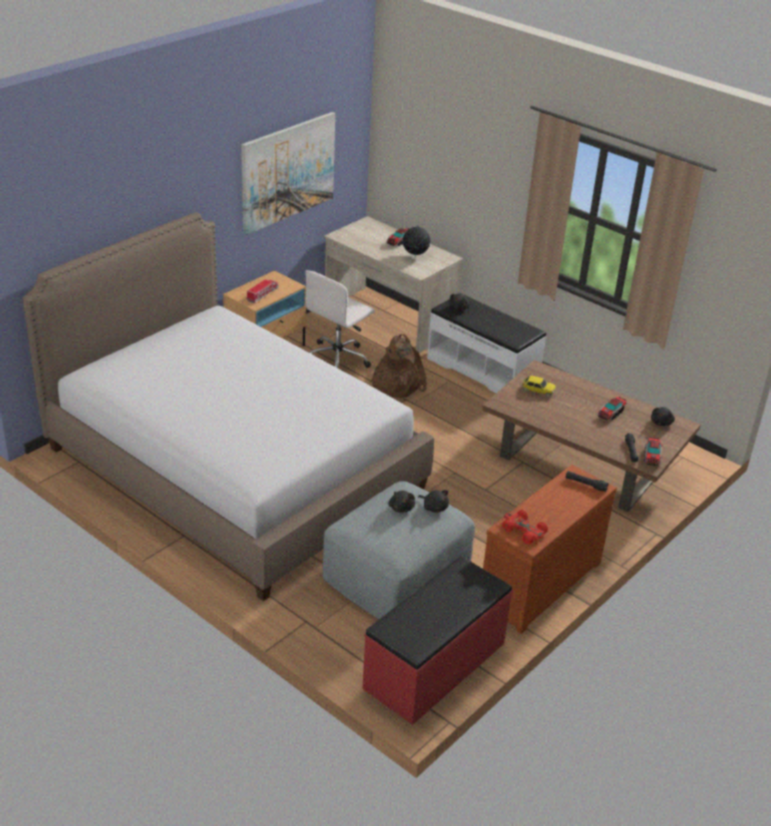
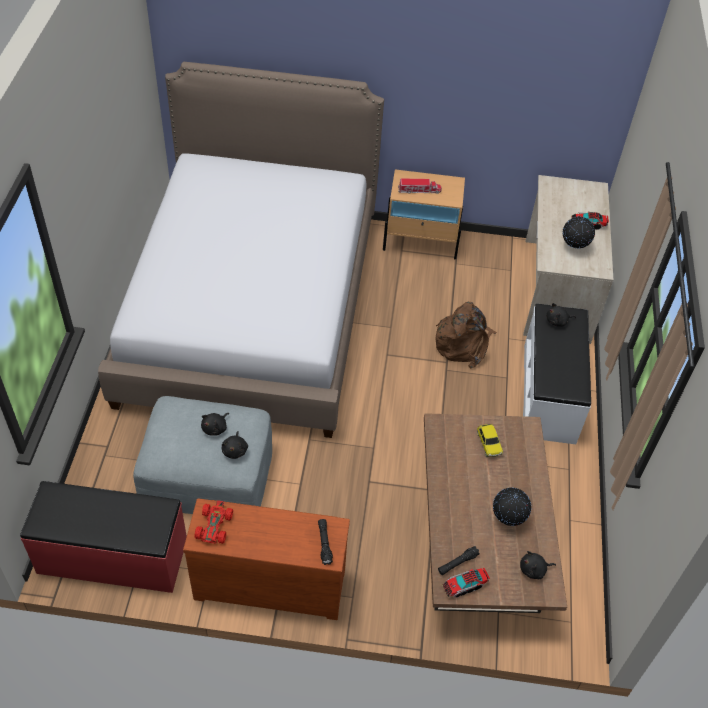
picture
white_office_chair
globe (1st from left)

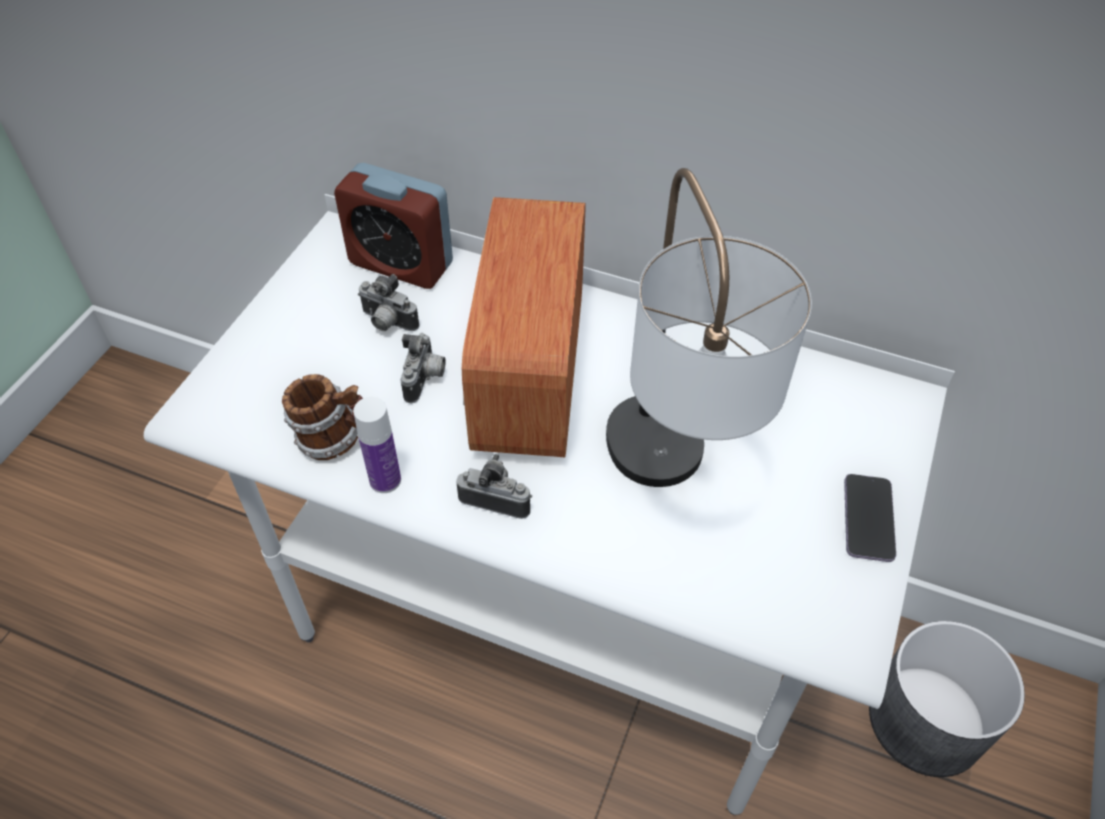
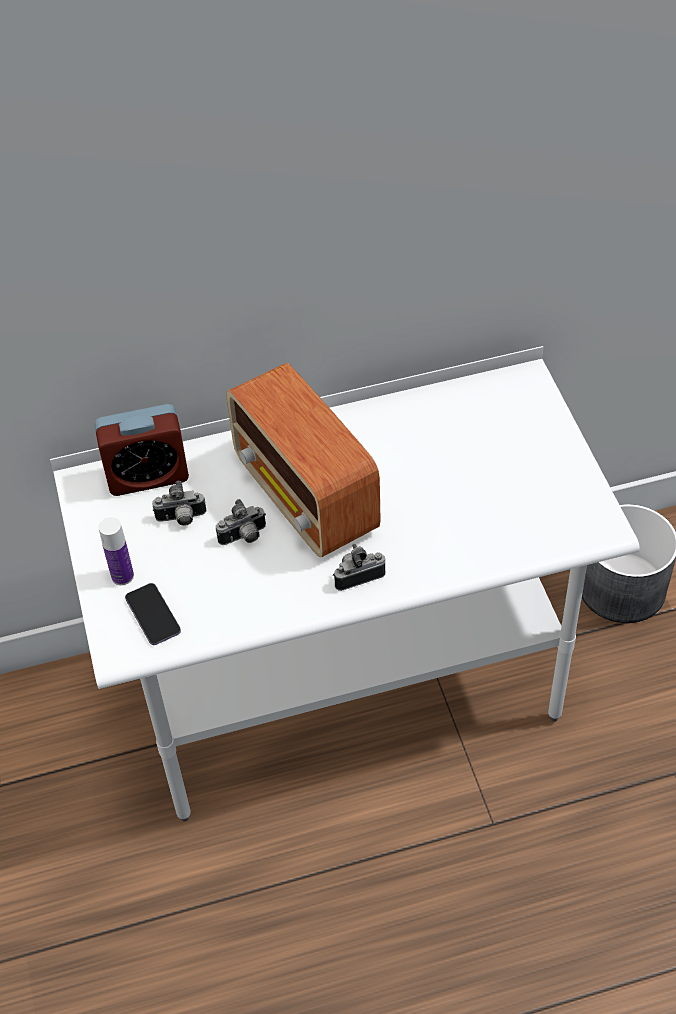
mug
table_lamp
bottle
phone
photo_camera (2nd from left)

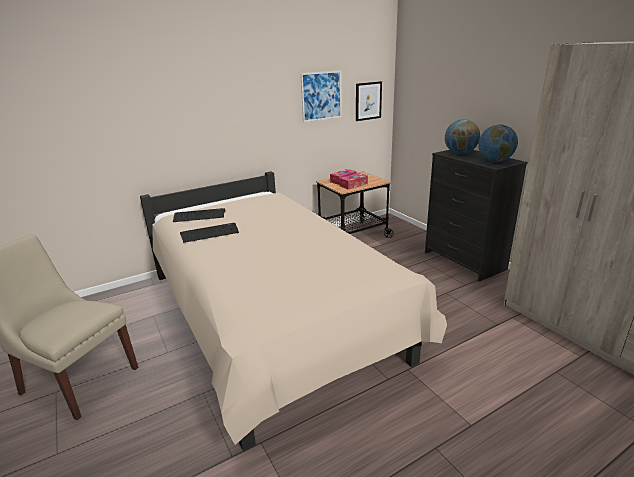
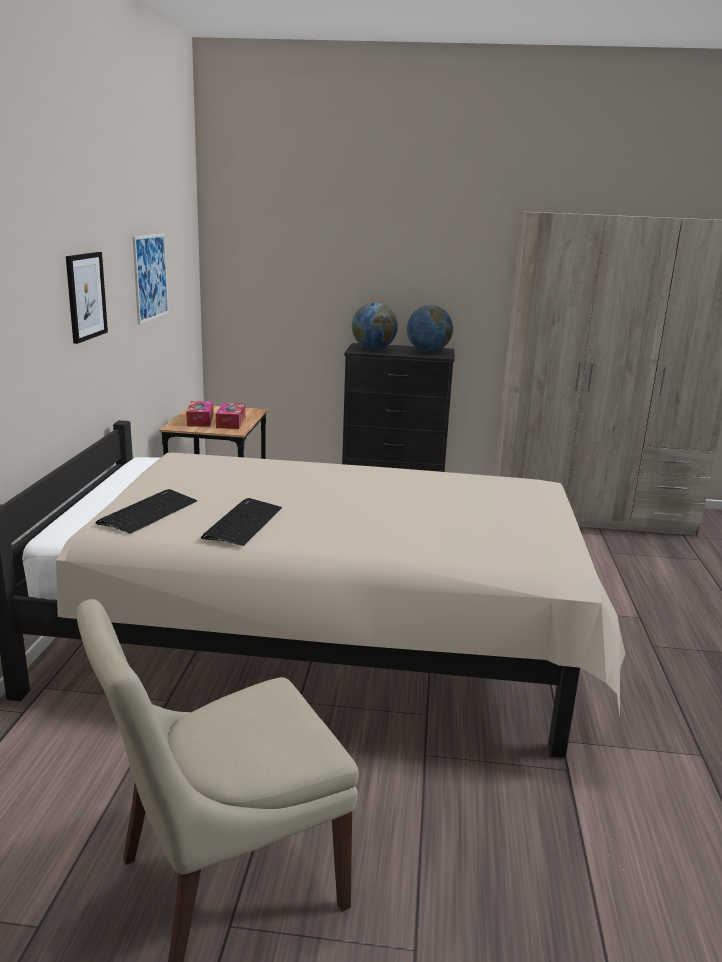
picture (1st from left)

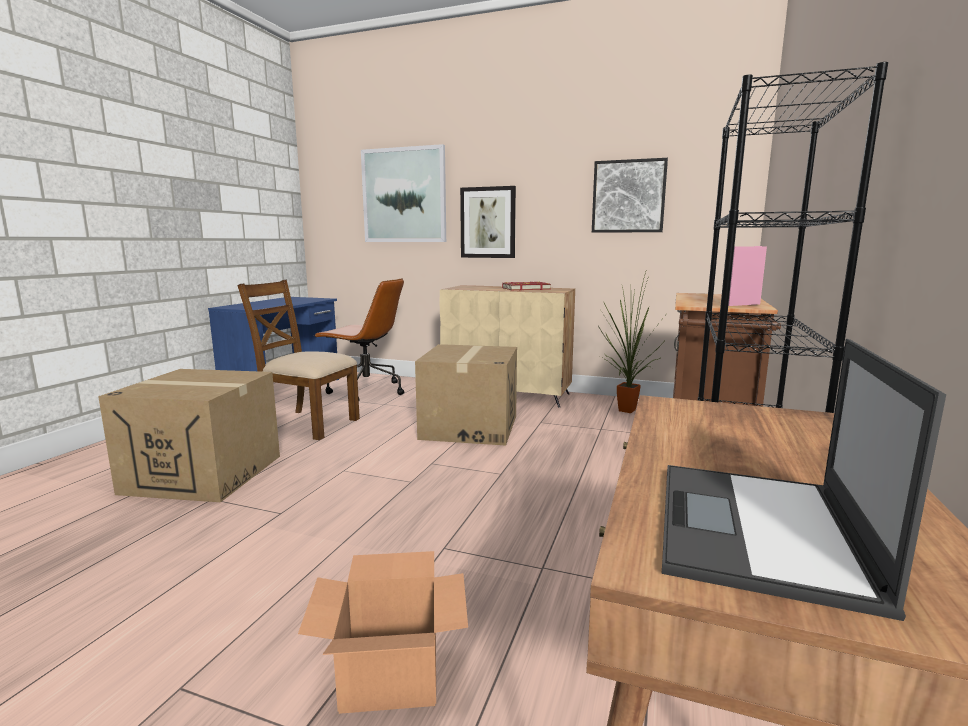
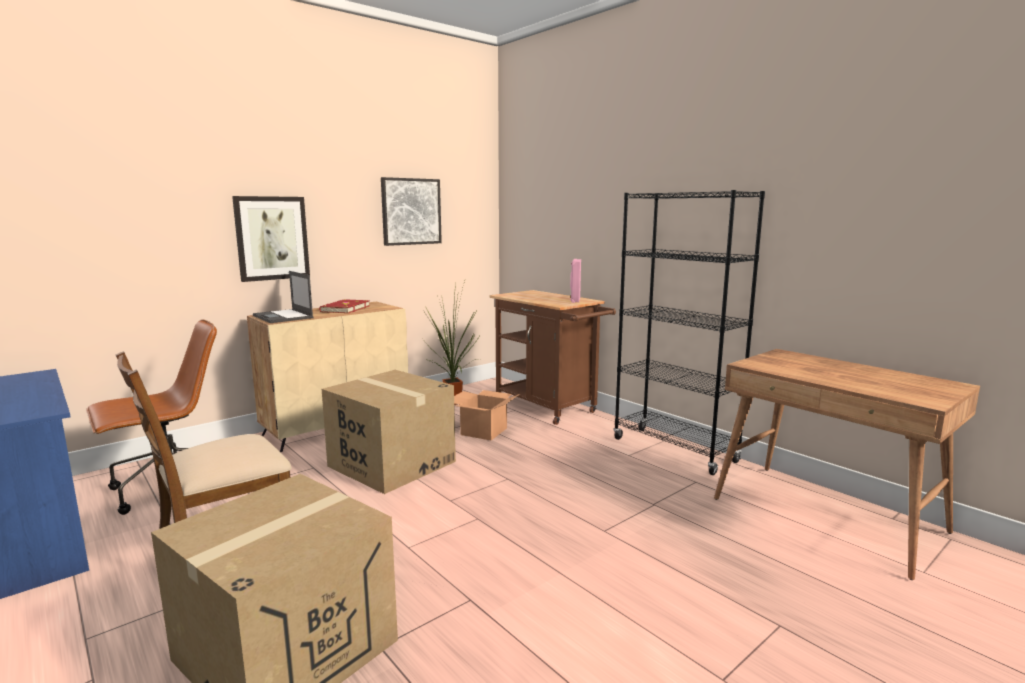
picture (1st from left in the first image)
cardboard_box (3rd from left)
laptop

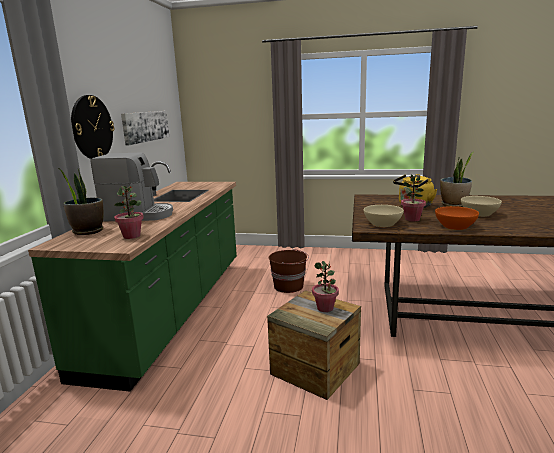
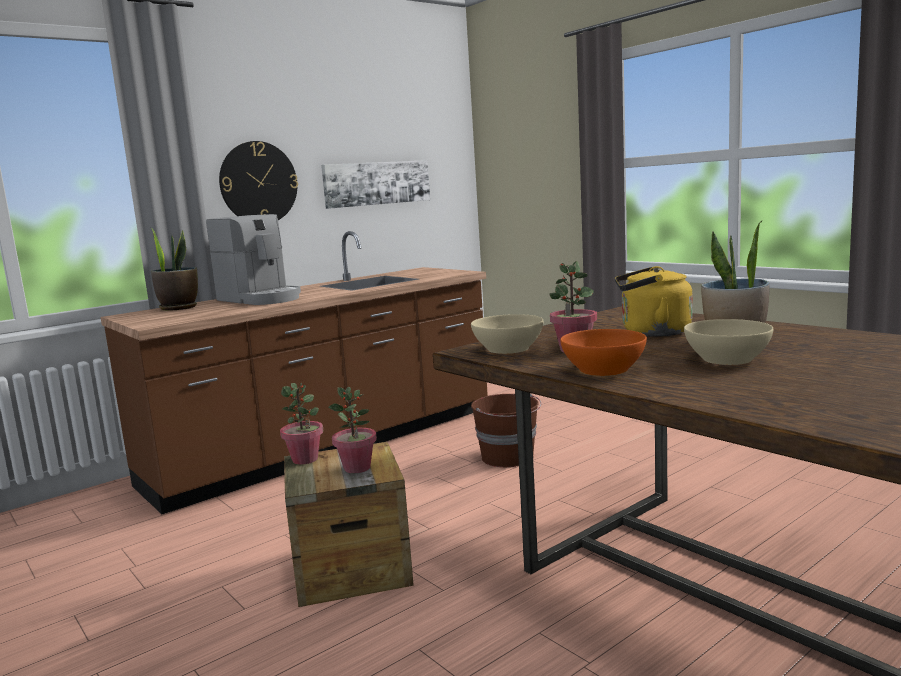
potted_plant (2nd from left)
brown_counter

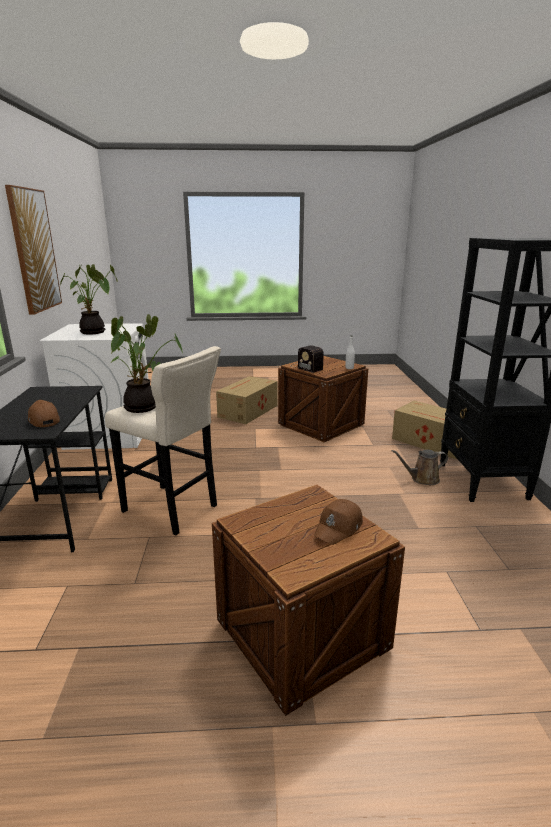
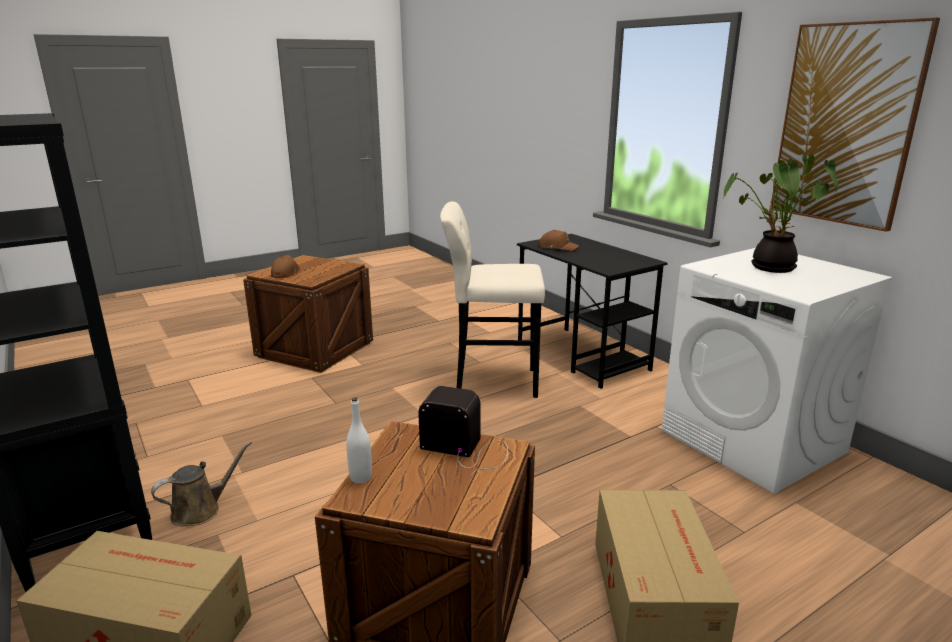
potted_plant (2nd from left in the first image)

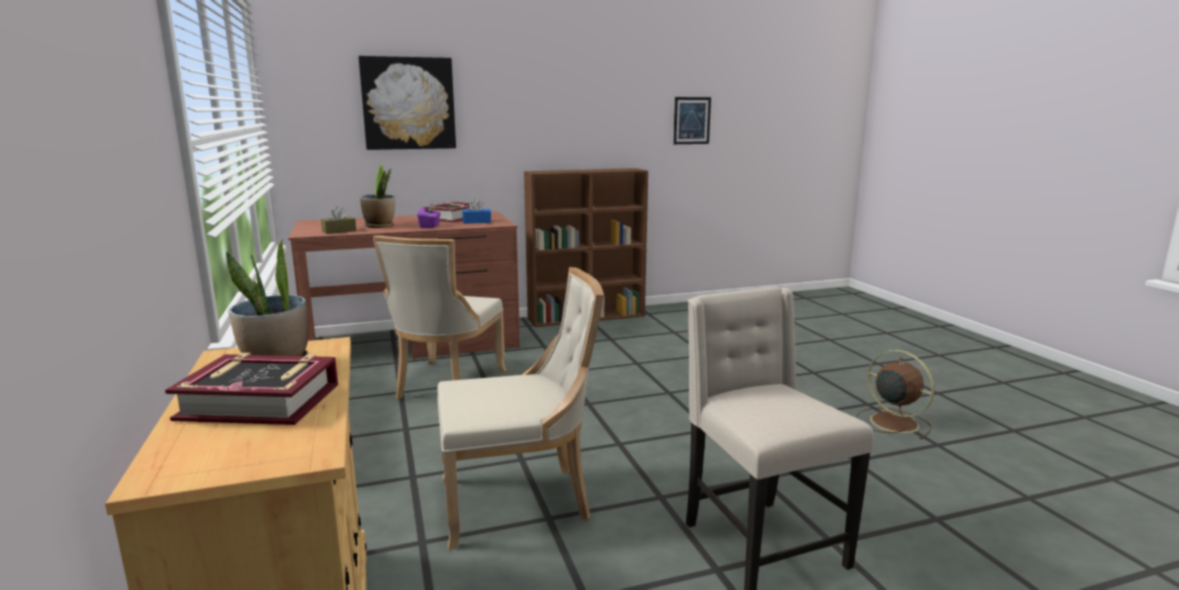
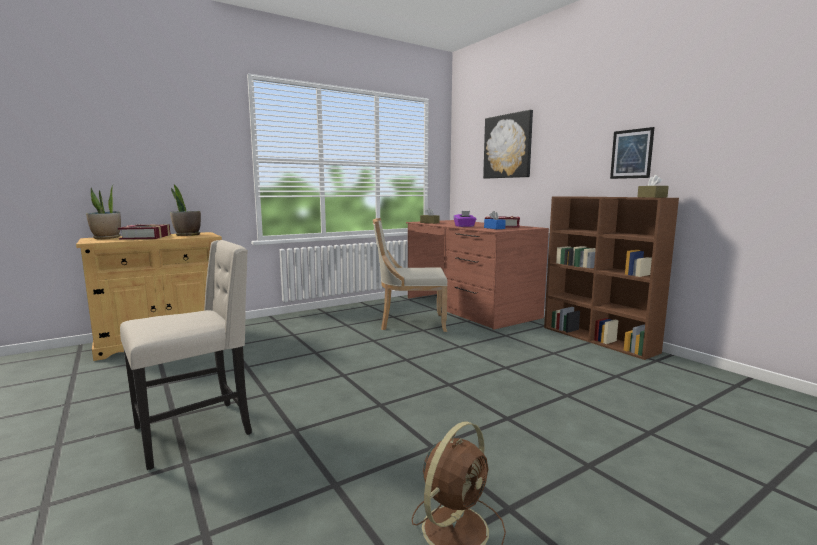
beige_chair (2nd from left in the first image)
brown_tissue_box (2nd from left)
potted_plant (1st from left)
picture (2nd from left)

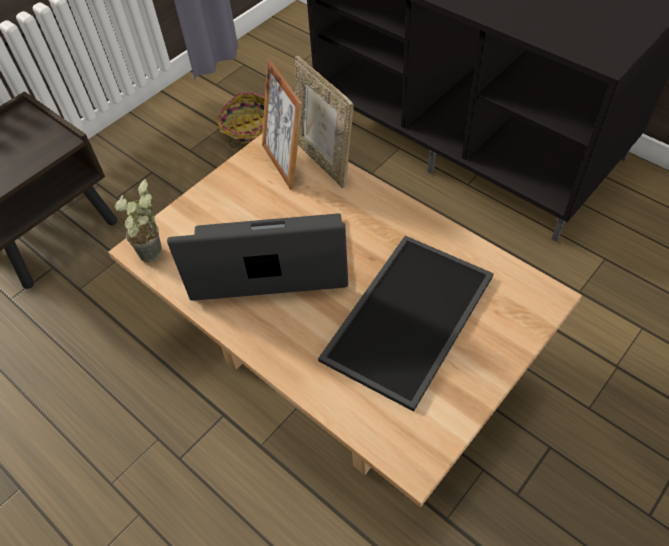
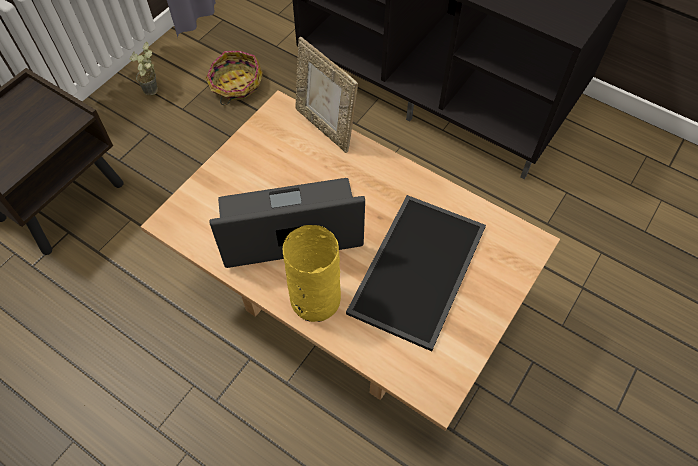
picture_frame (1st from left in the first image)
yellow_vase
potted_plant

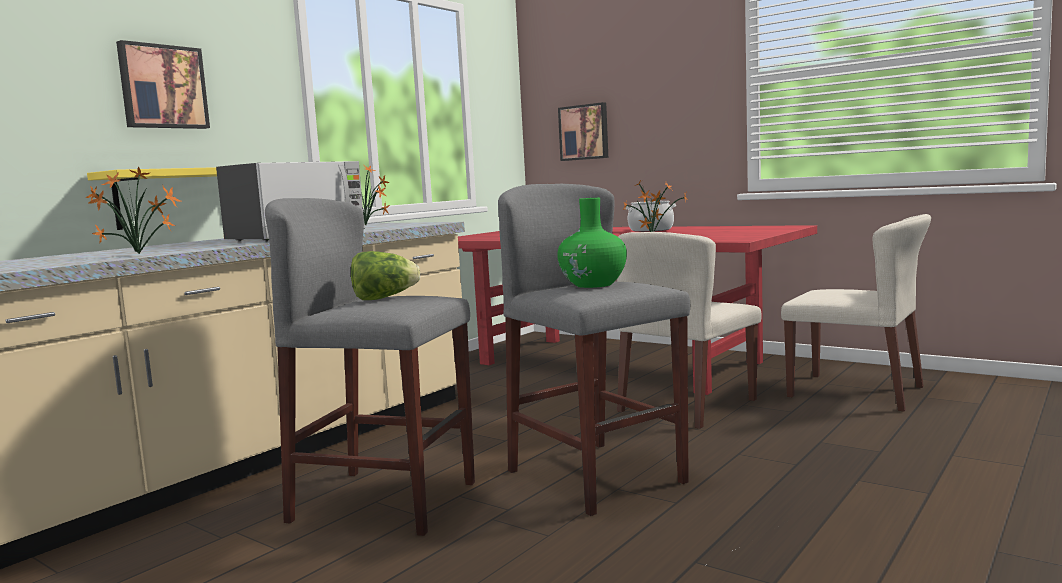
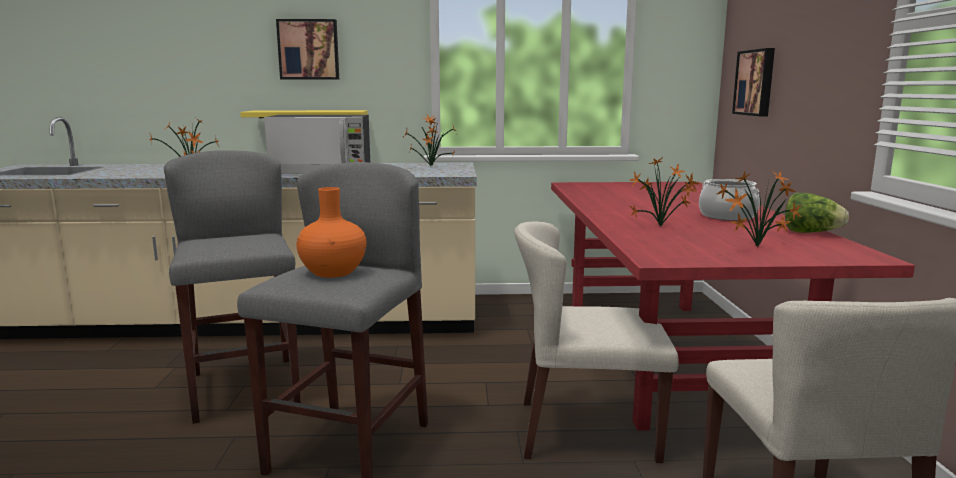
potted_plant (4th from left)
lettuce
orange_vase

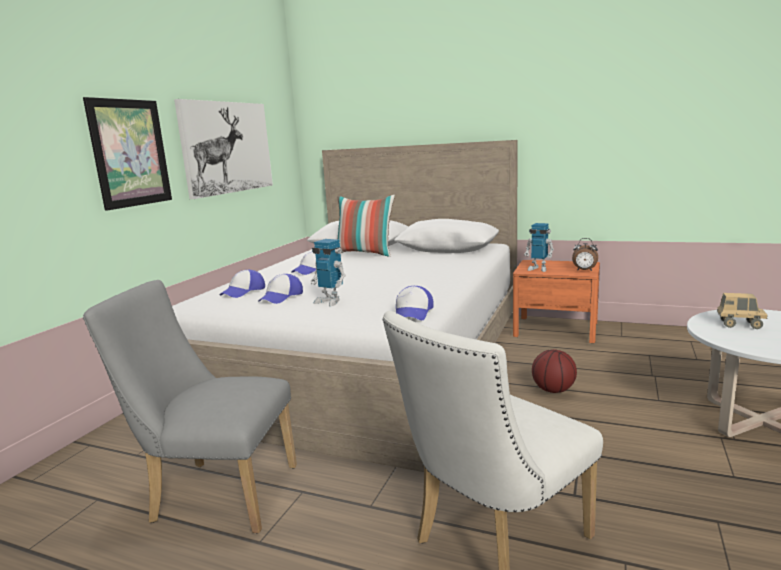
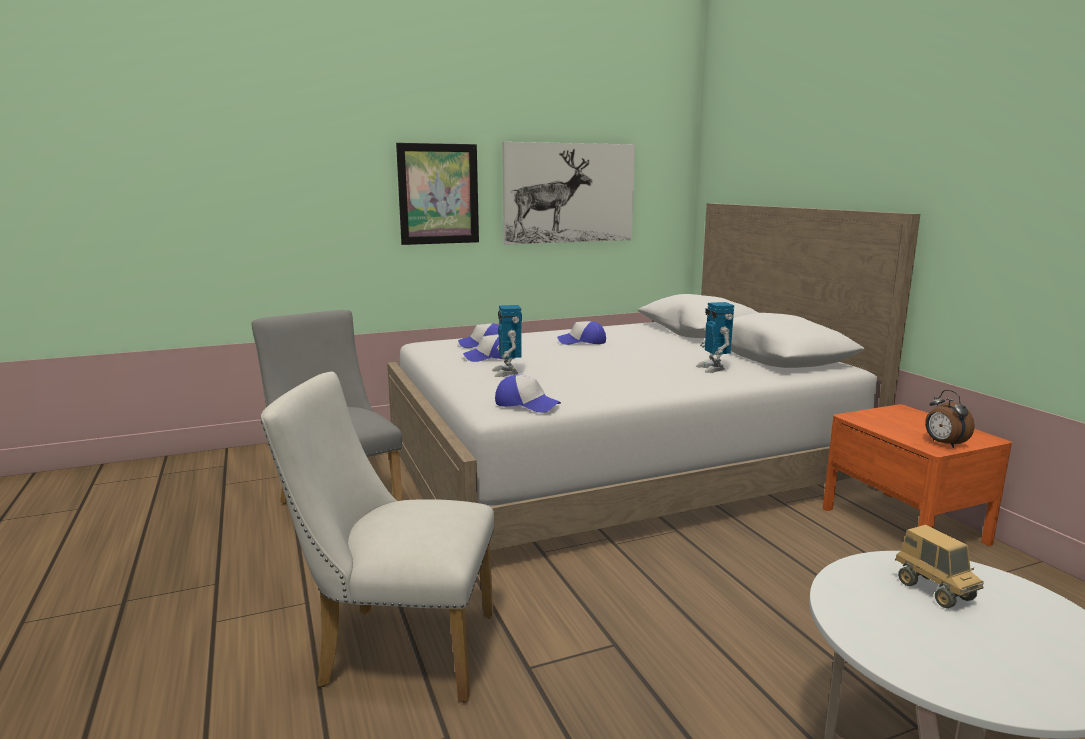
pillow
basketball
toy_robot (2nd from left)
cap (3rd from left)

